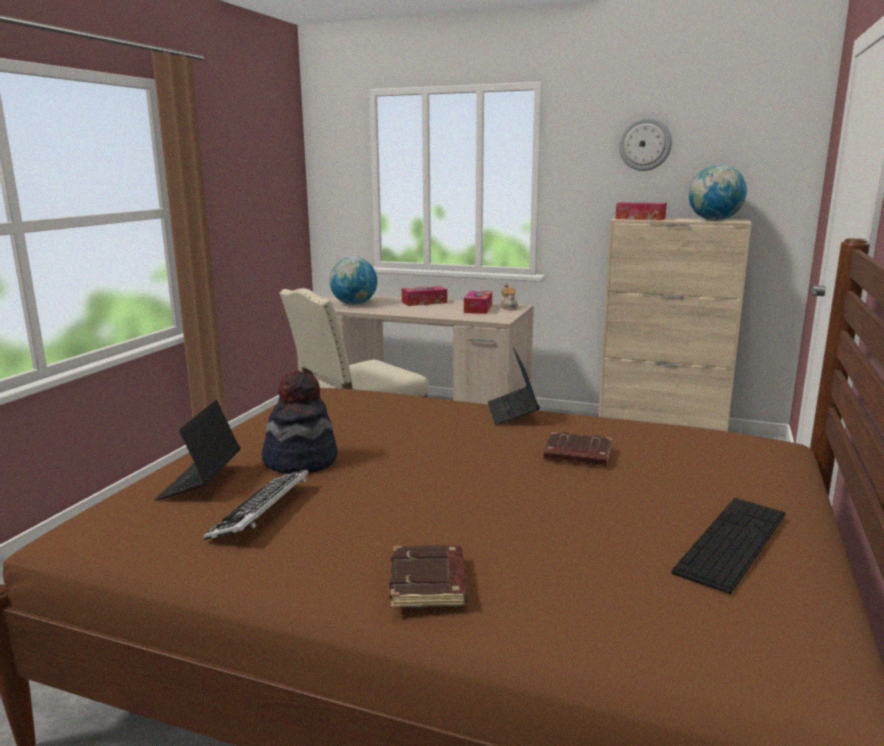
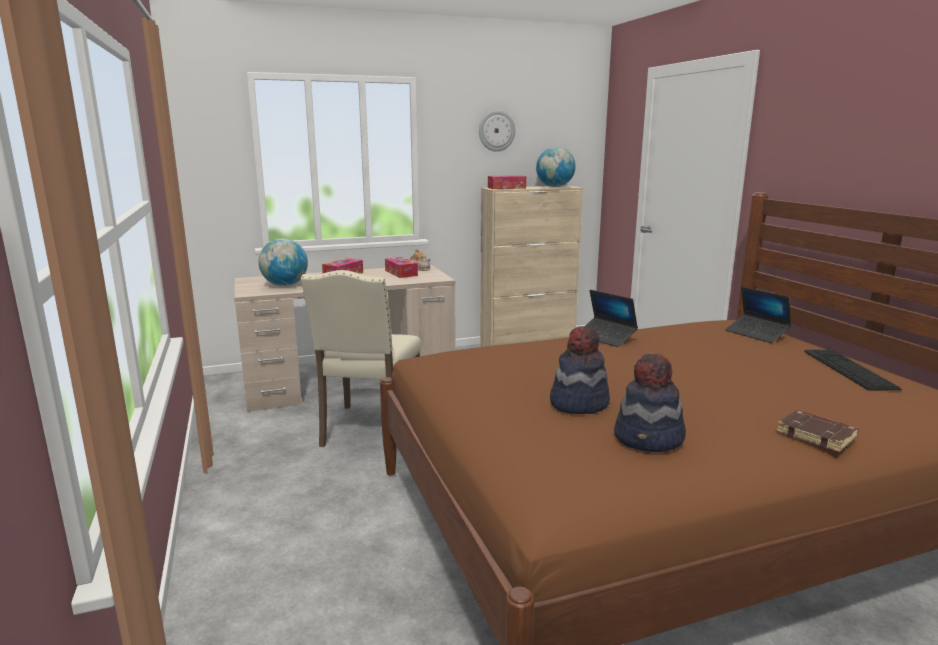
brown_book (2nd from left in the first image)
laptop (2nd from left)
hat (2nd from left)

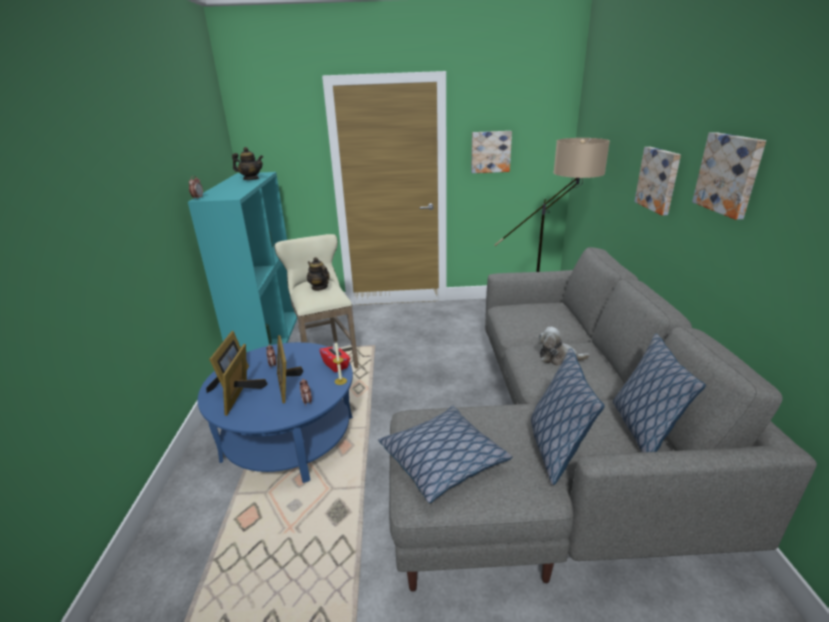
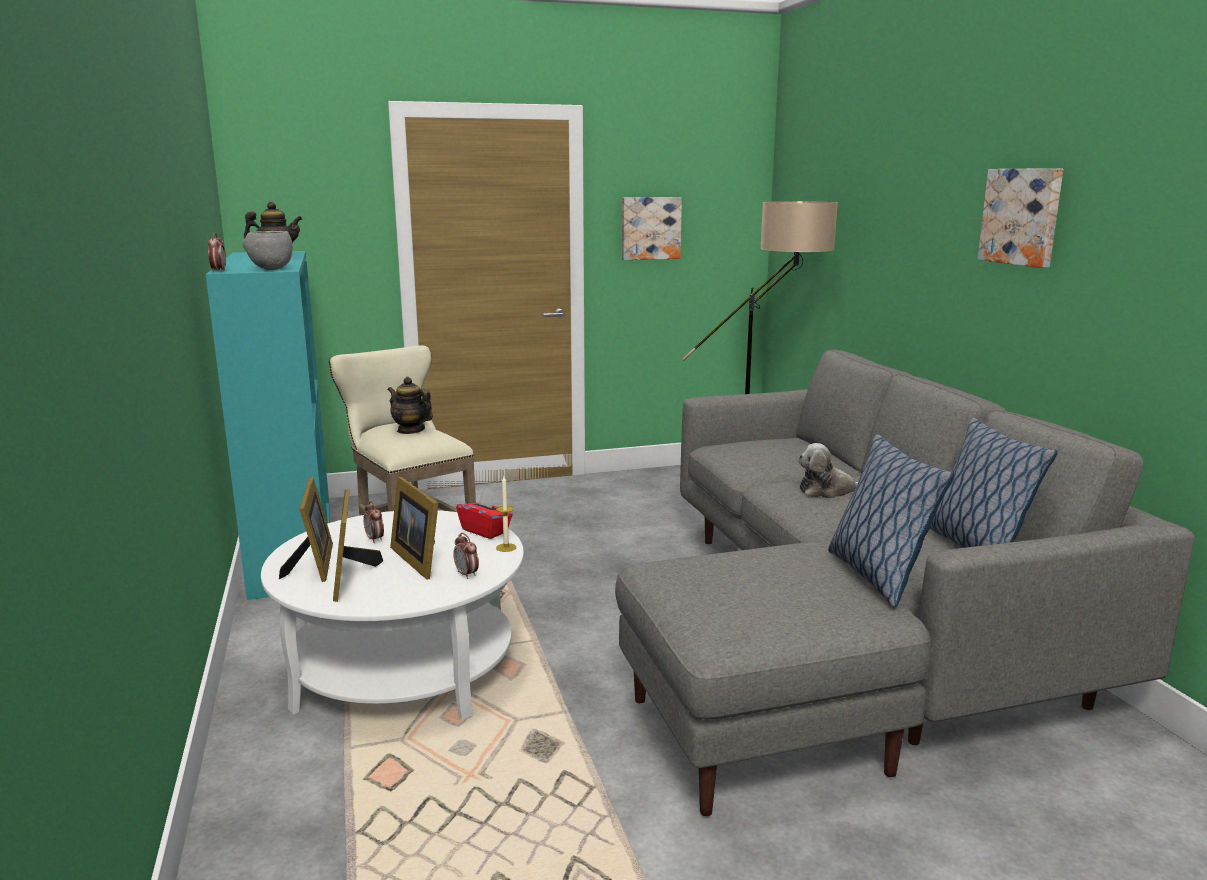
pillow (1st from left in the first image)
picture (2nd from left in the first image)
grey_bowl
white_coffee_table

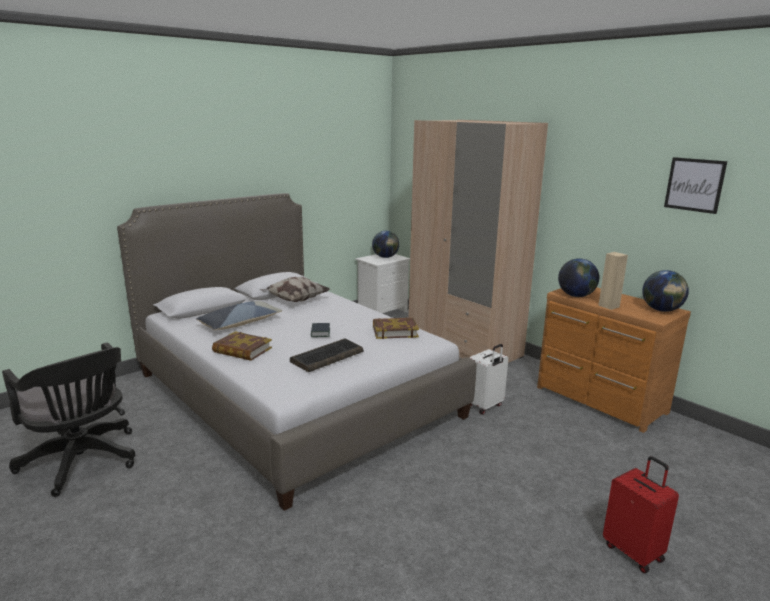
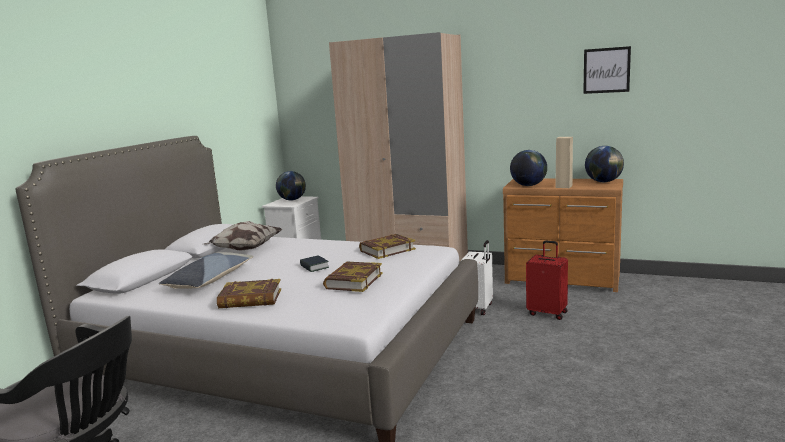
red_suitcase
book (3rd from left)

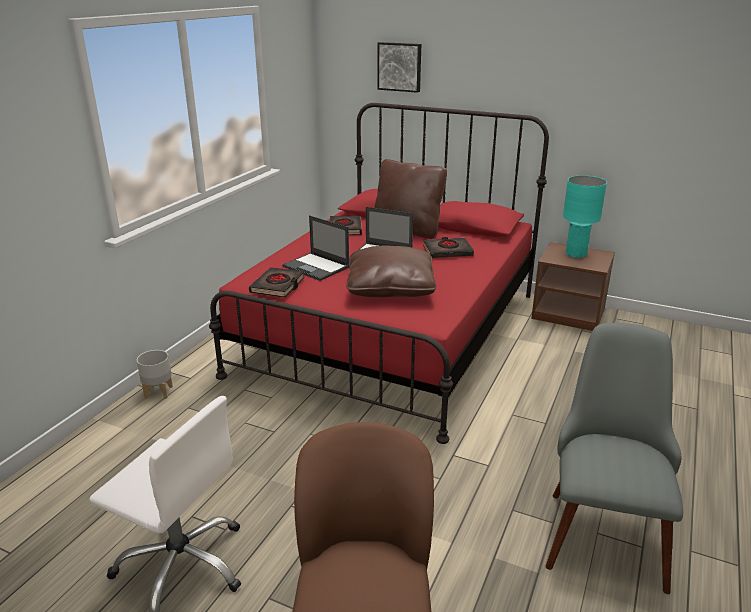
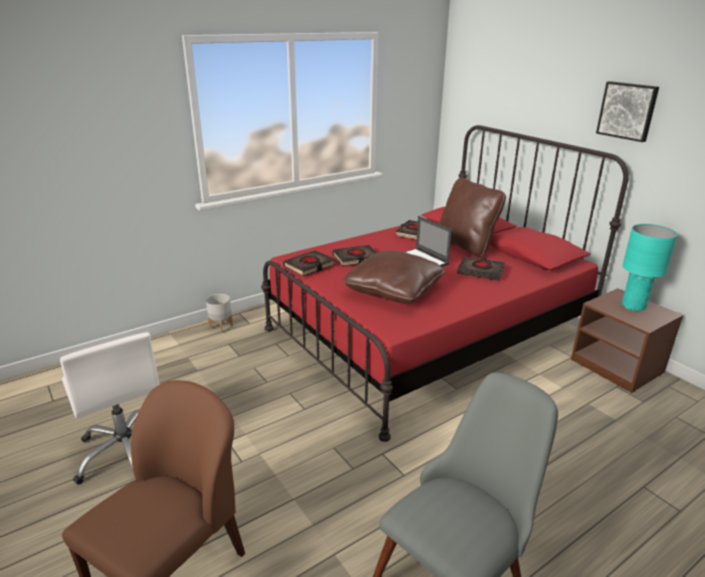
picture
black_book (2nd from left)

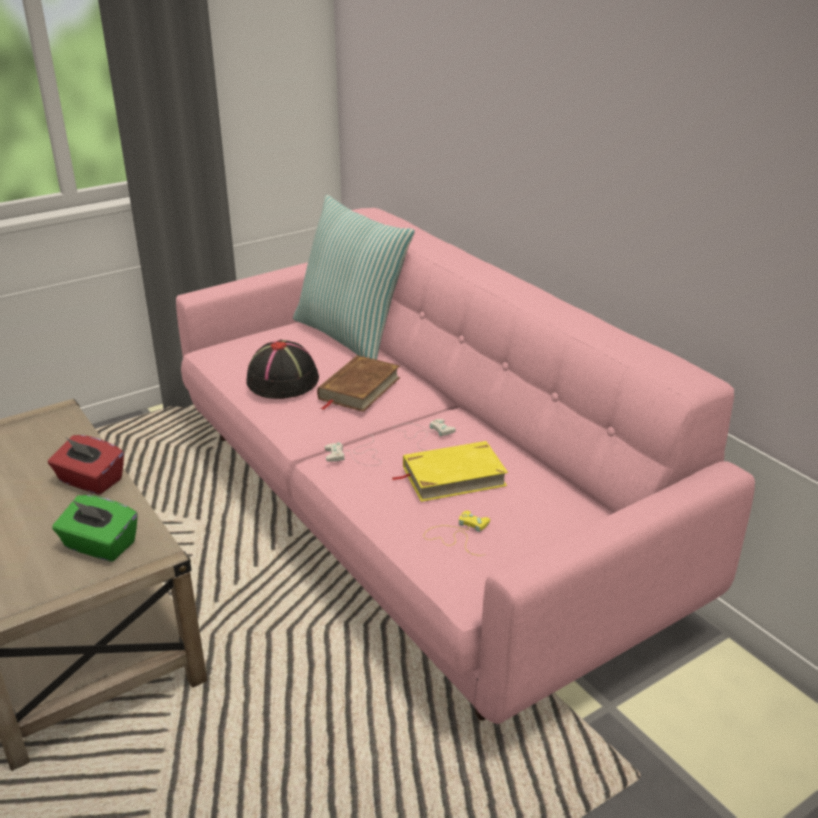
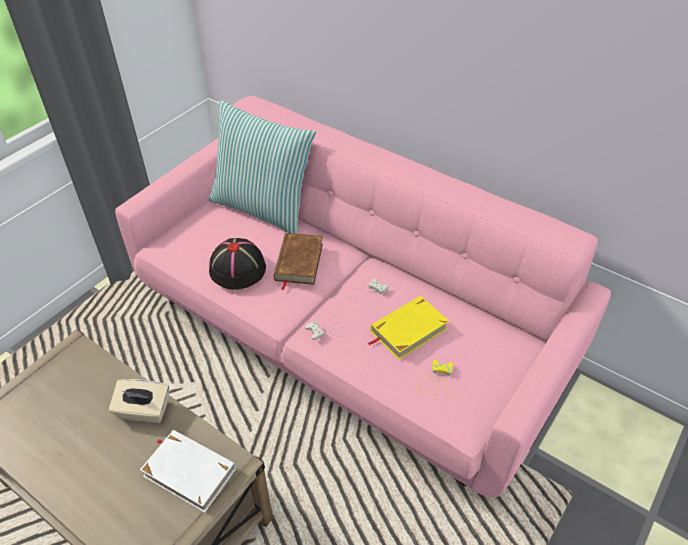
white_book
beige_tissue_box

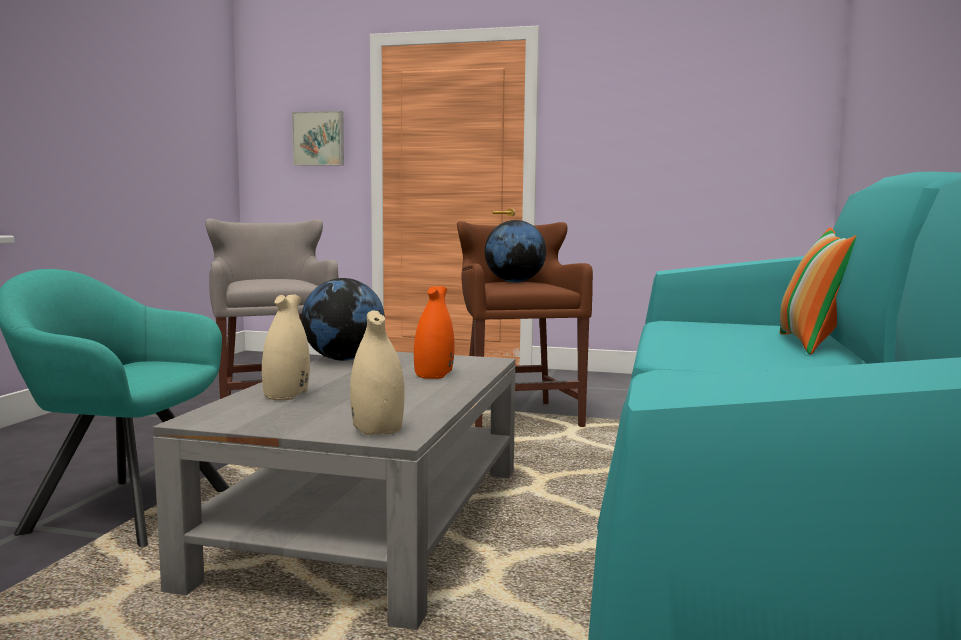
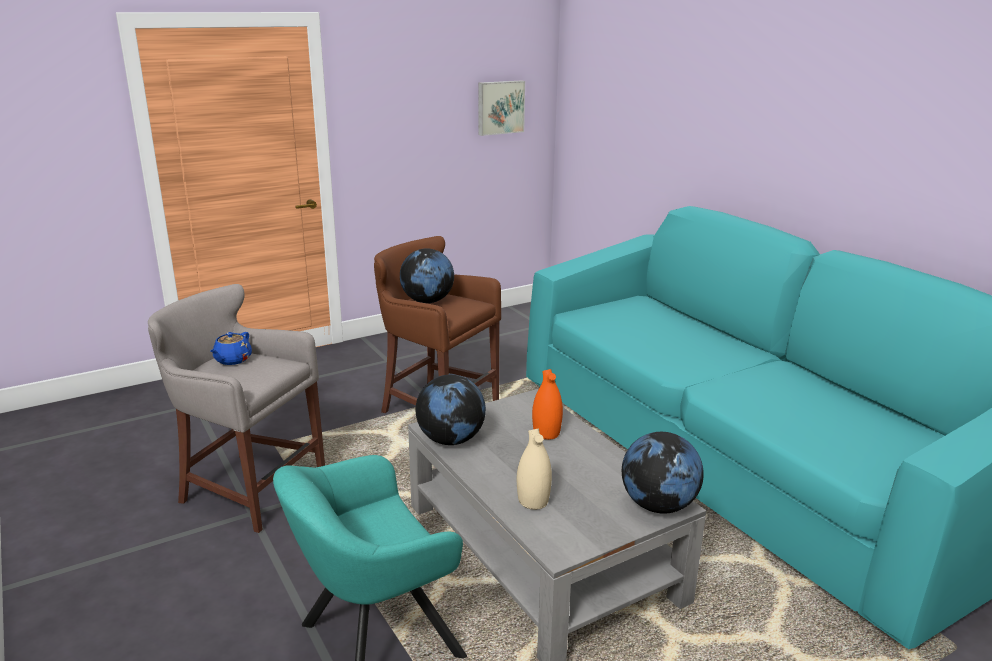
pillow
blue_teapot
picture
globe (3rd from left)

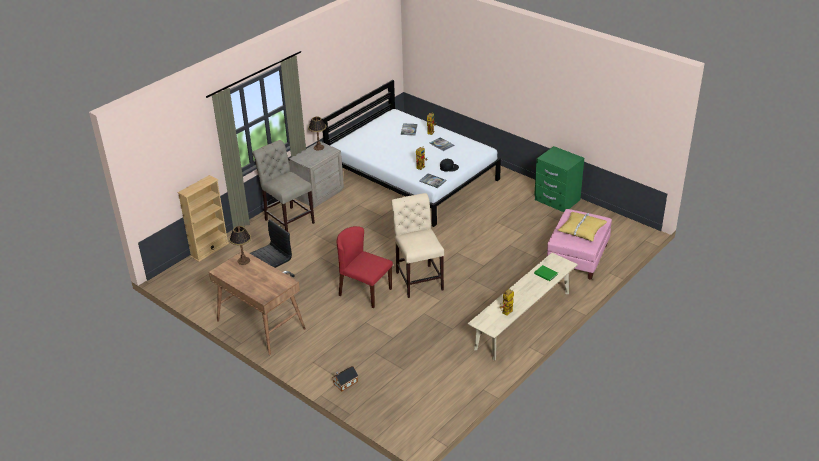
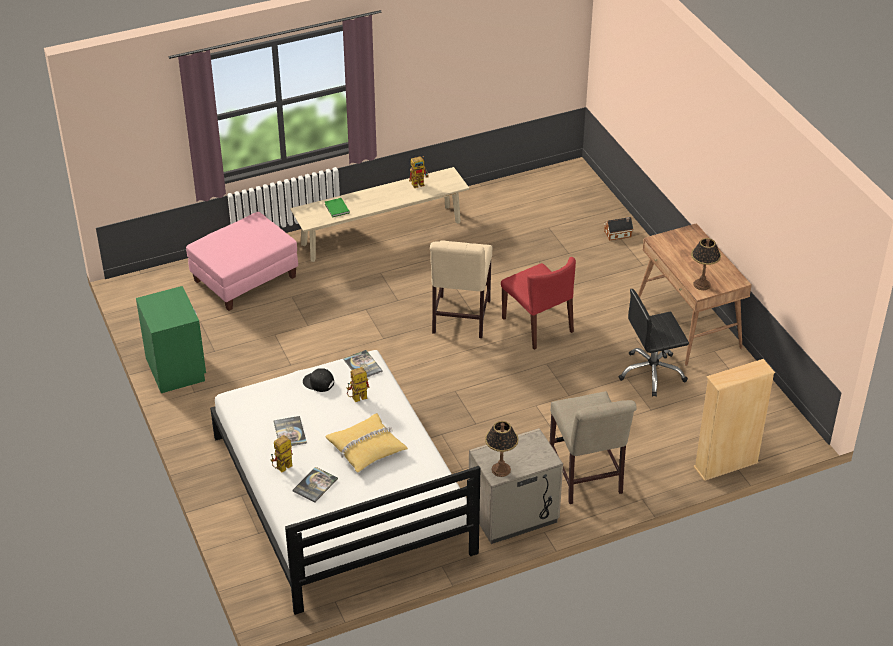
yellow_pillow

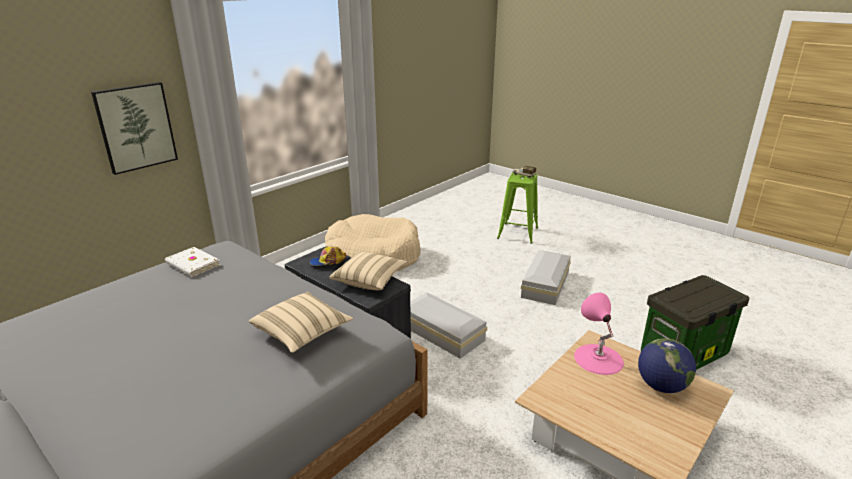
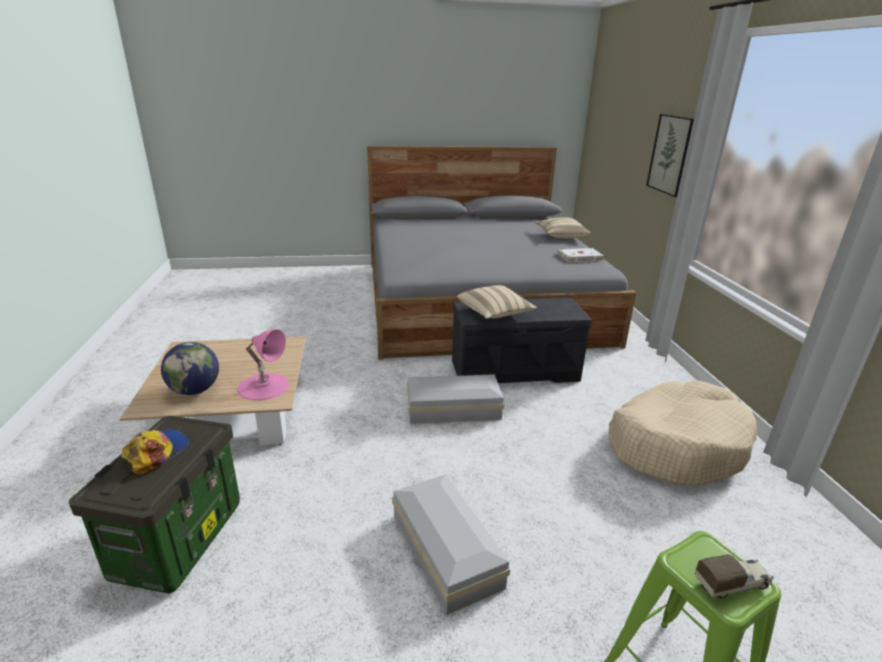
beige_pillow (2nd from left)
cap

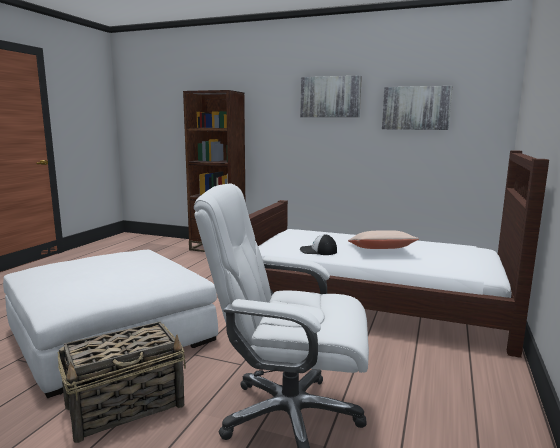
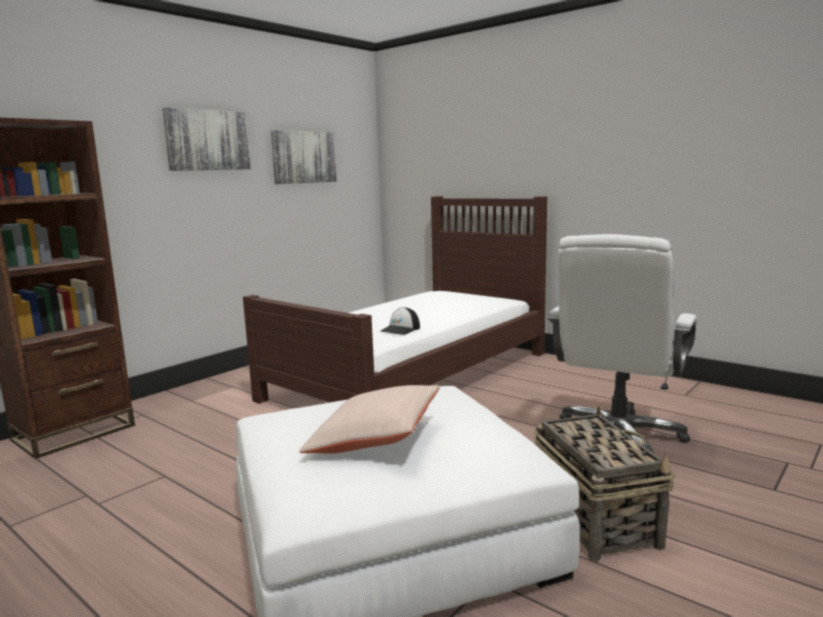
beige_pillow

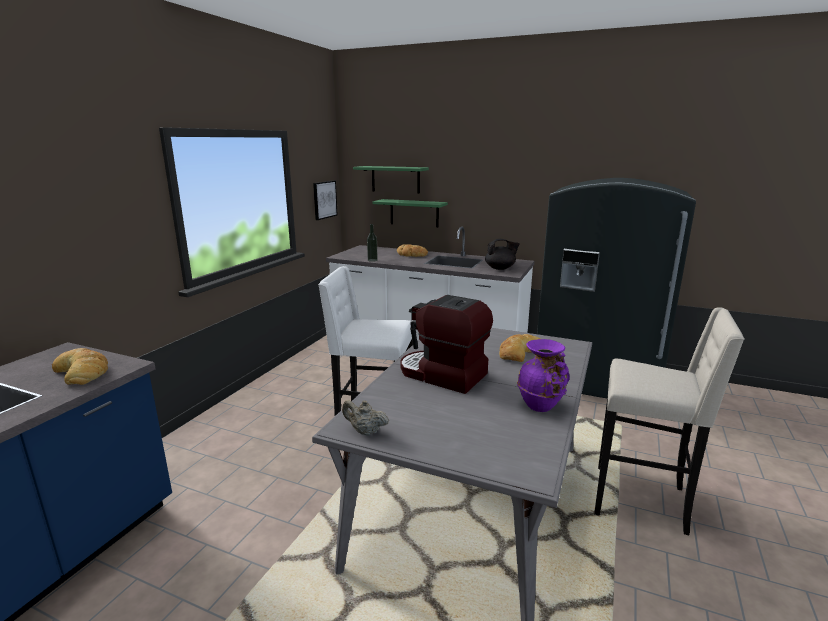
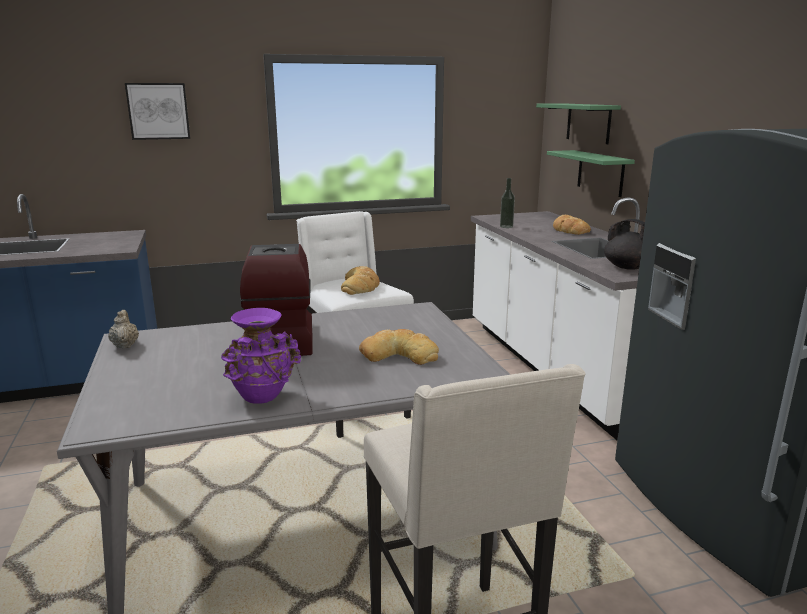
bread (1st from left)
picture

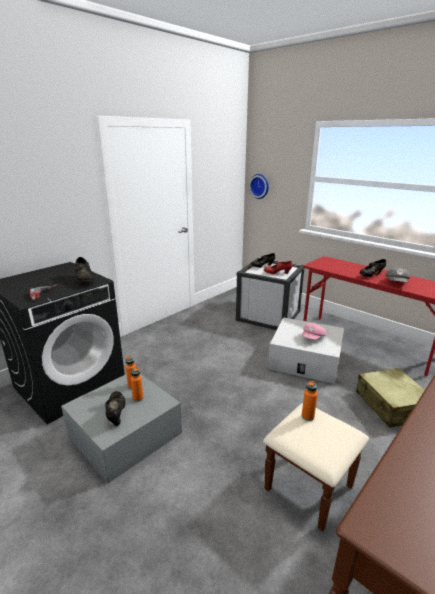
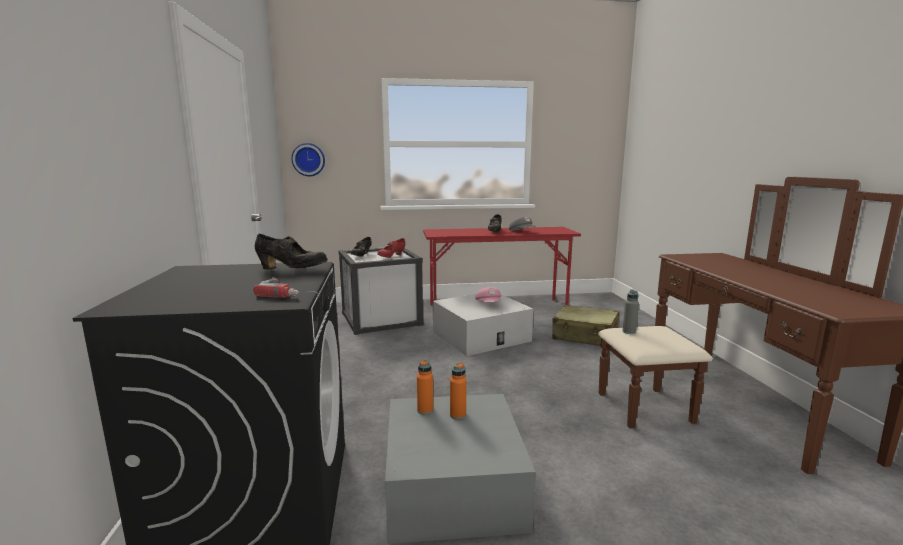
black_shoe (2nd from left in the first image)
grey_bottle

